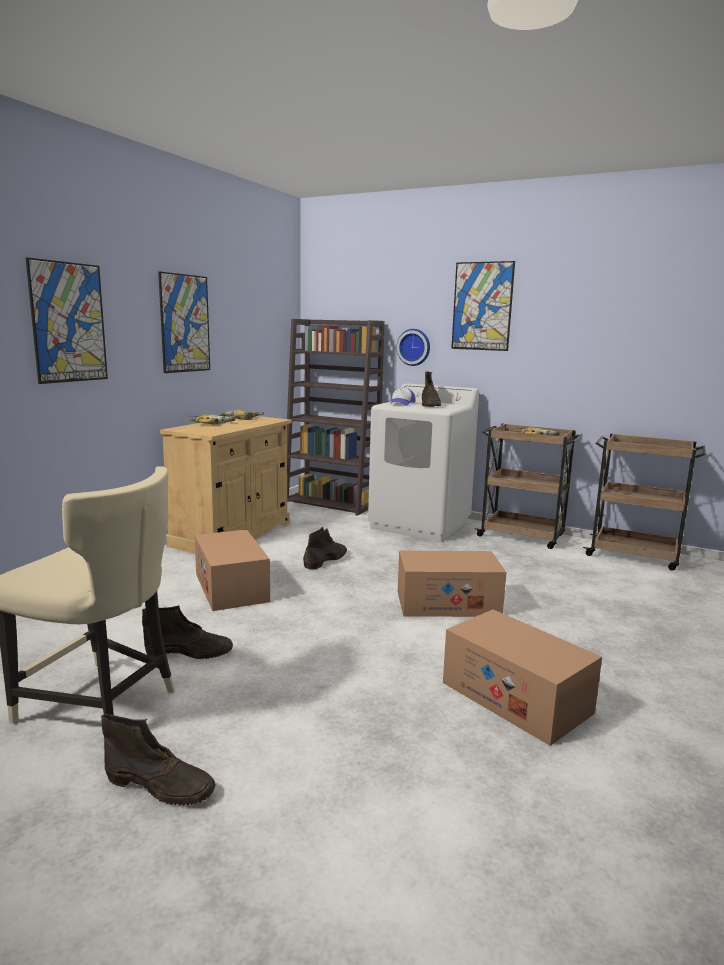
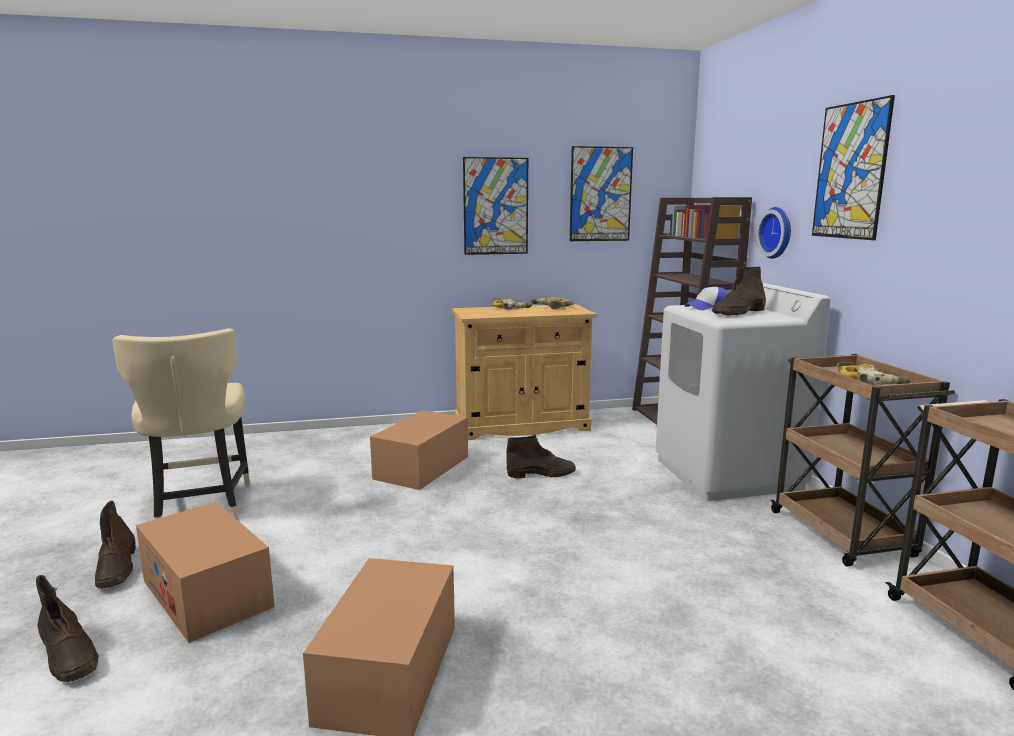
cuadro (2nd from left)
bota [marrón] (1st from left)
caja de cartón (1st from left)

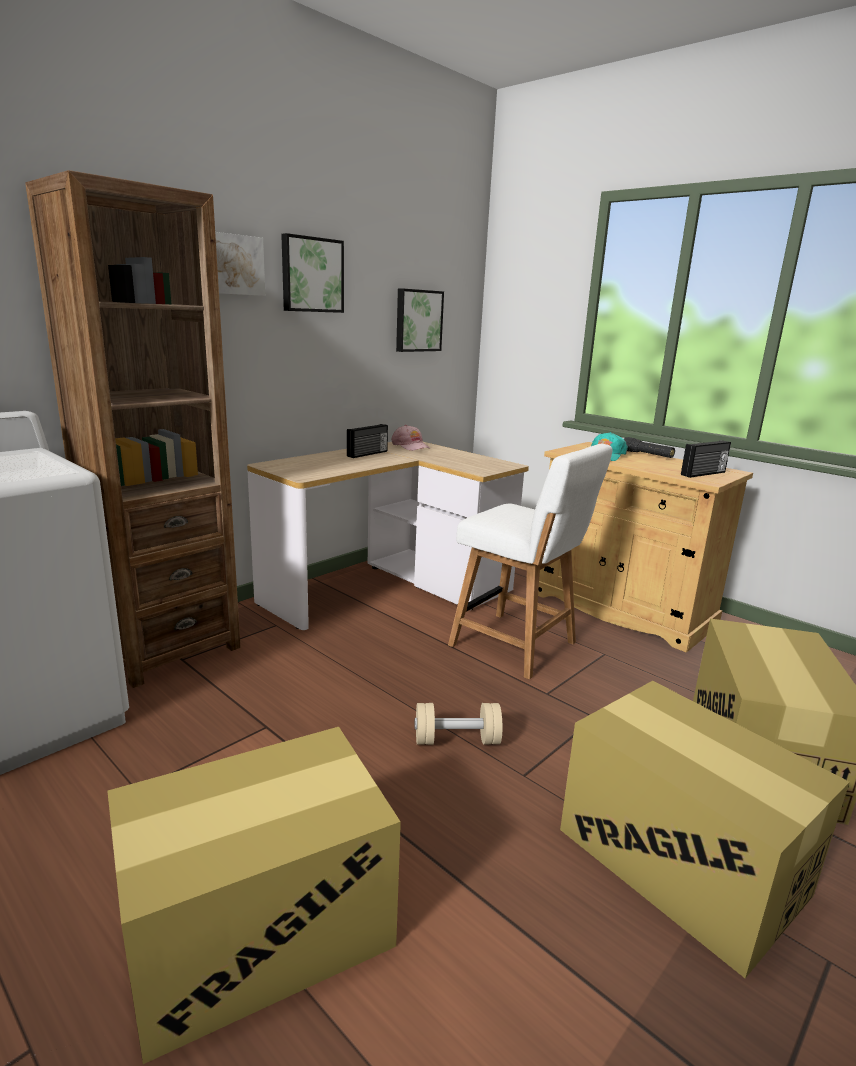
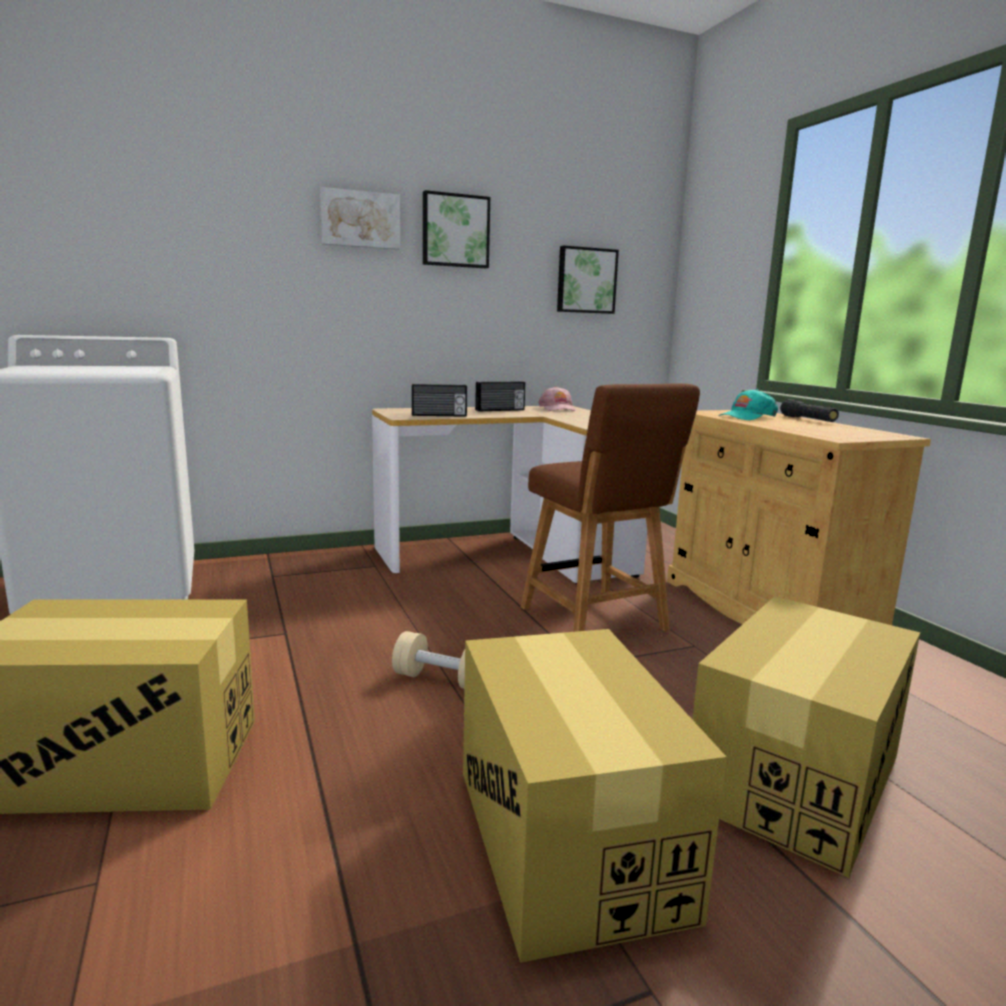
estantería [marrón]
radio (1st from left)
silla [marrón]

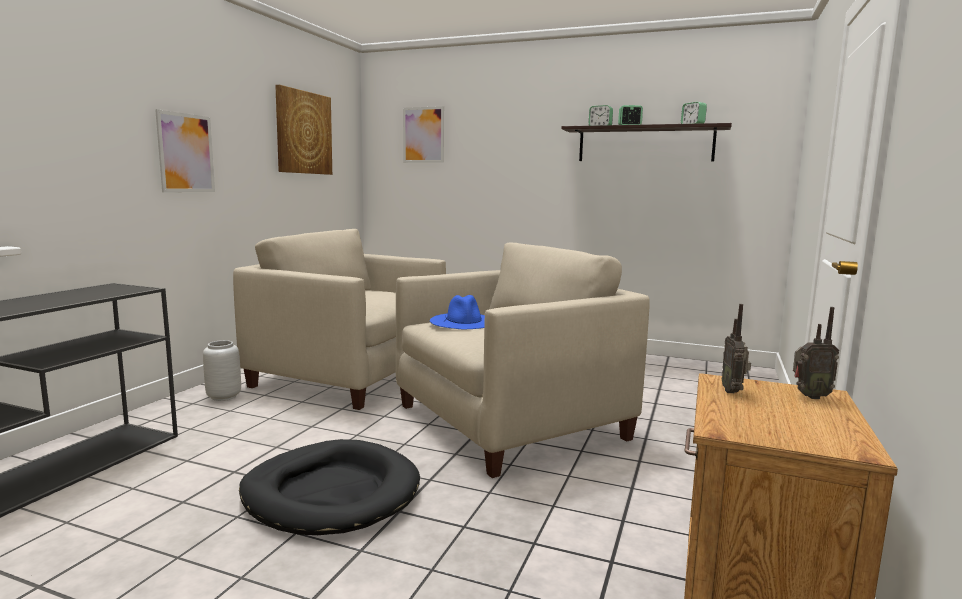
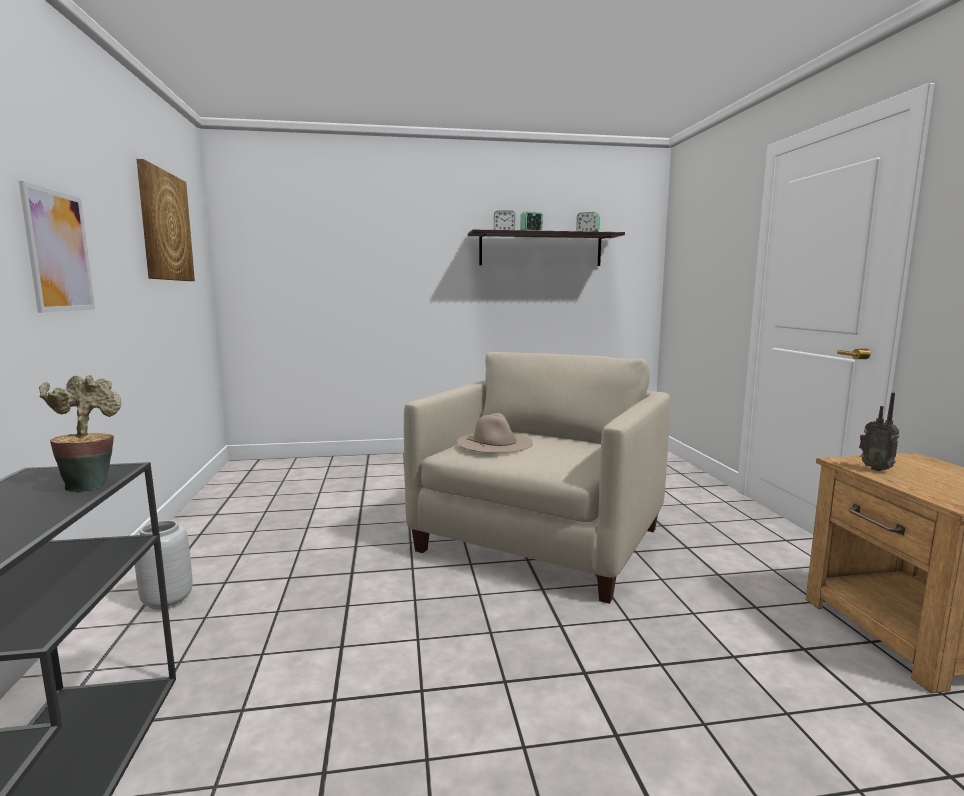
sillón [beis] (1st from left in the first image)
cama para perro [negro]
cuadro (3rd from left in the first image)
radio (2nd from left in the first image)
planta en maceta
sombrero [beis]

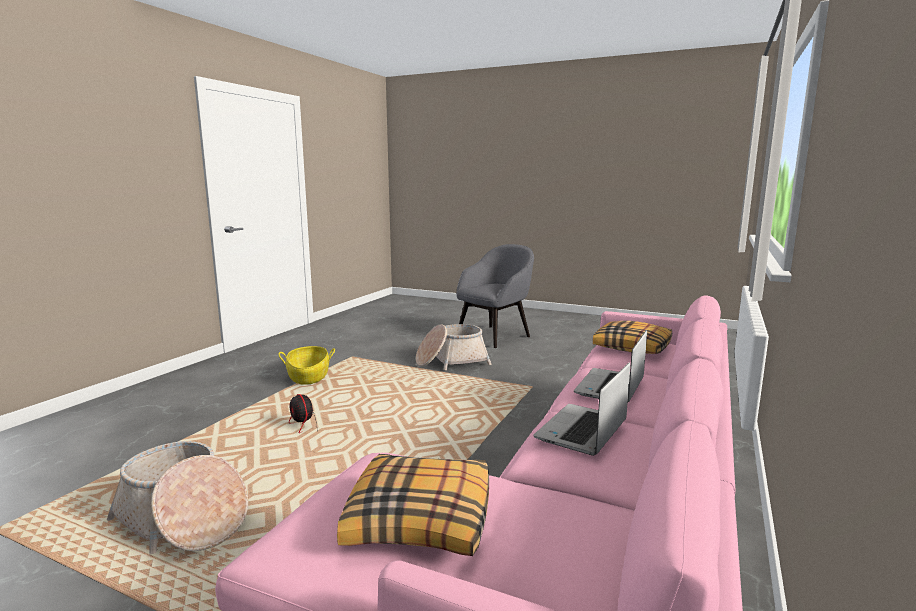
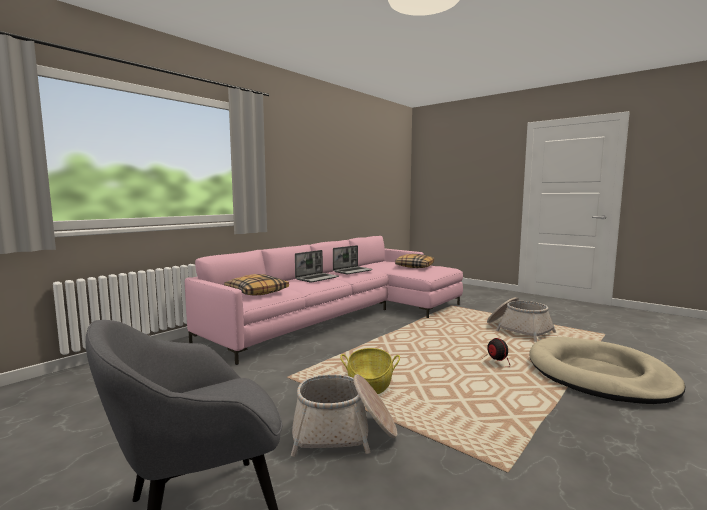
cama para perro [beis]
cesta (2nd from left)

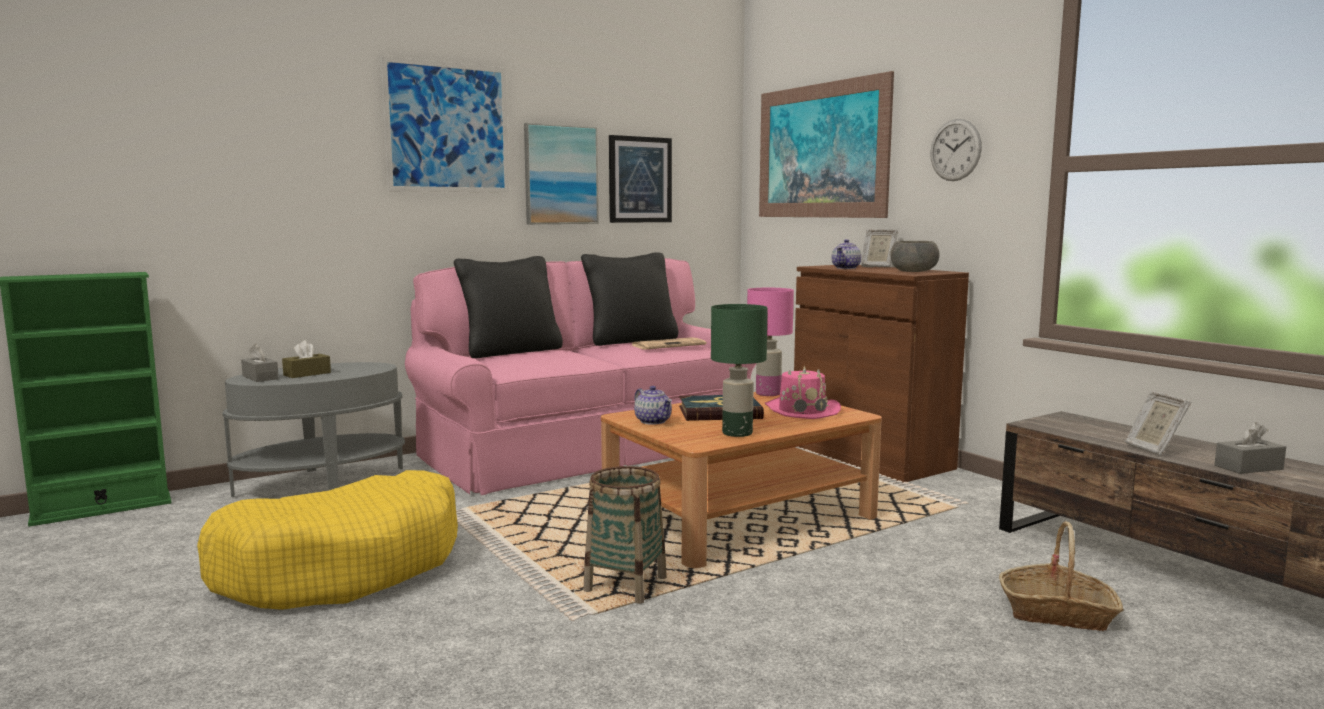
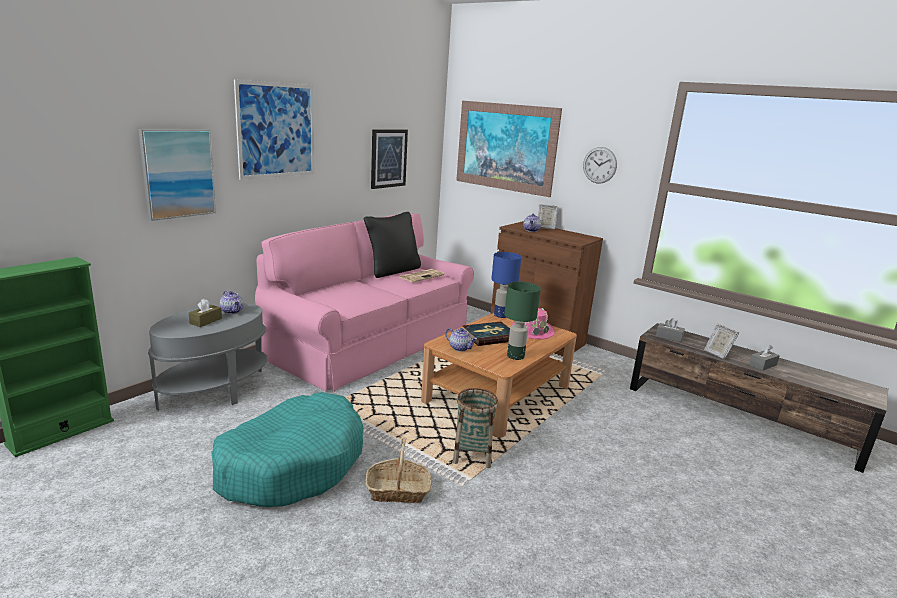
cojín [negro] (1st from left in the first image)
cuenco [gris]
tetera (1st from left)
caja de pañuelos [gris] (1st from left)
cuadro (1st from left)
cesta (1st from left)
cama para perro [turquesa]
lámpara de mesa [azul]

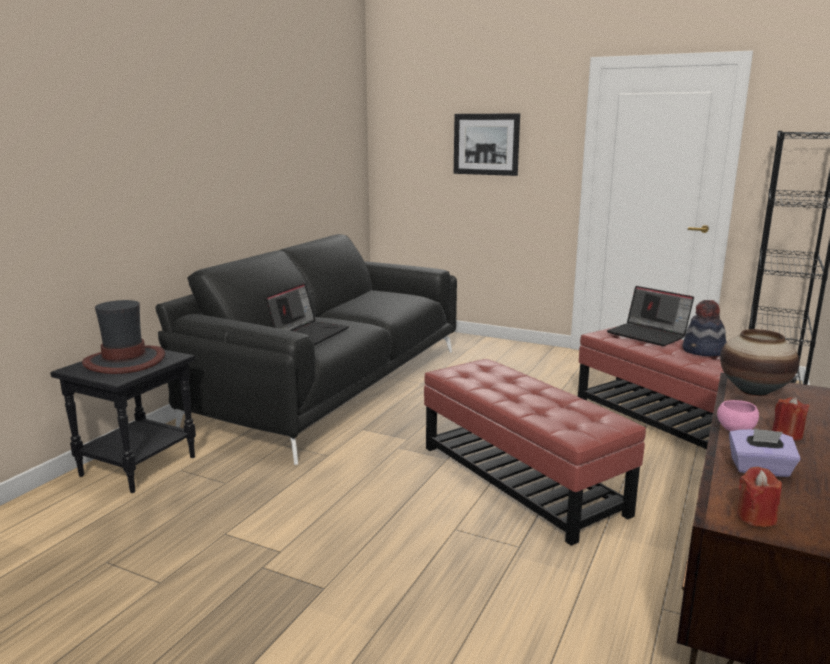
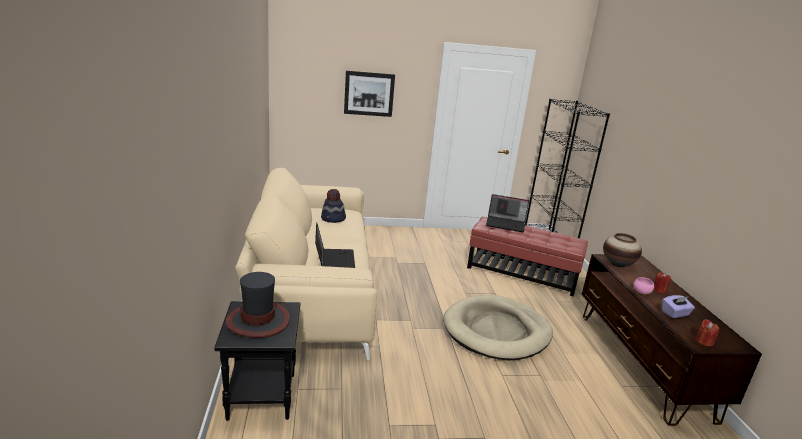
sombrero (2nd from left)
cama para perro [beis]
sofá [beis]

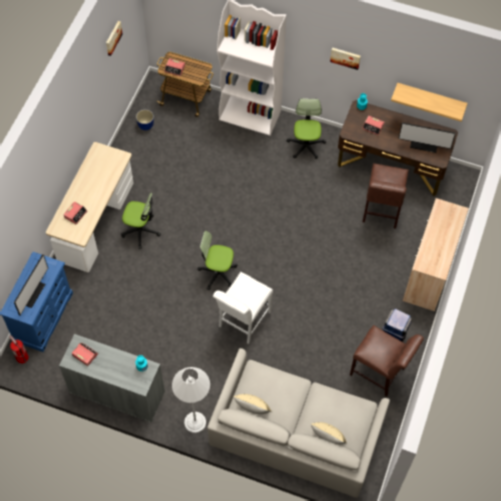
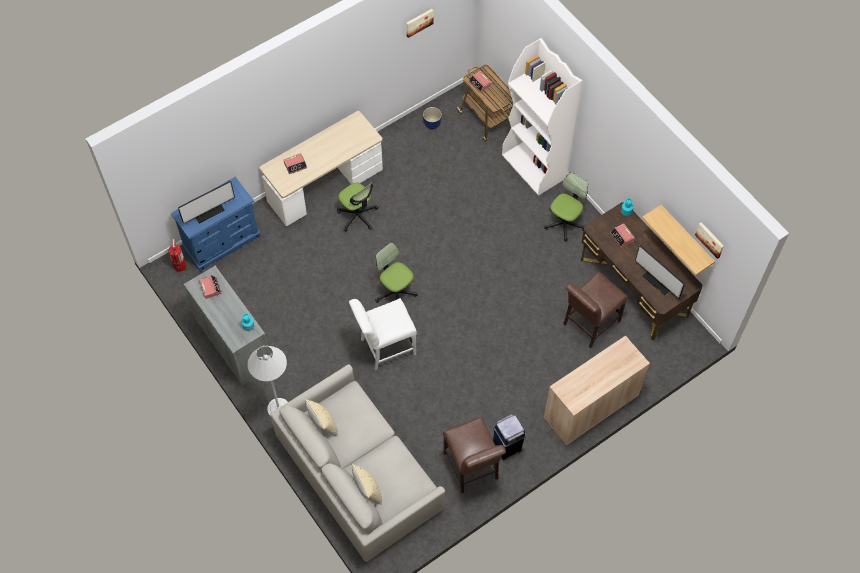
cuadro (2nd from left)

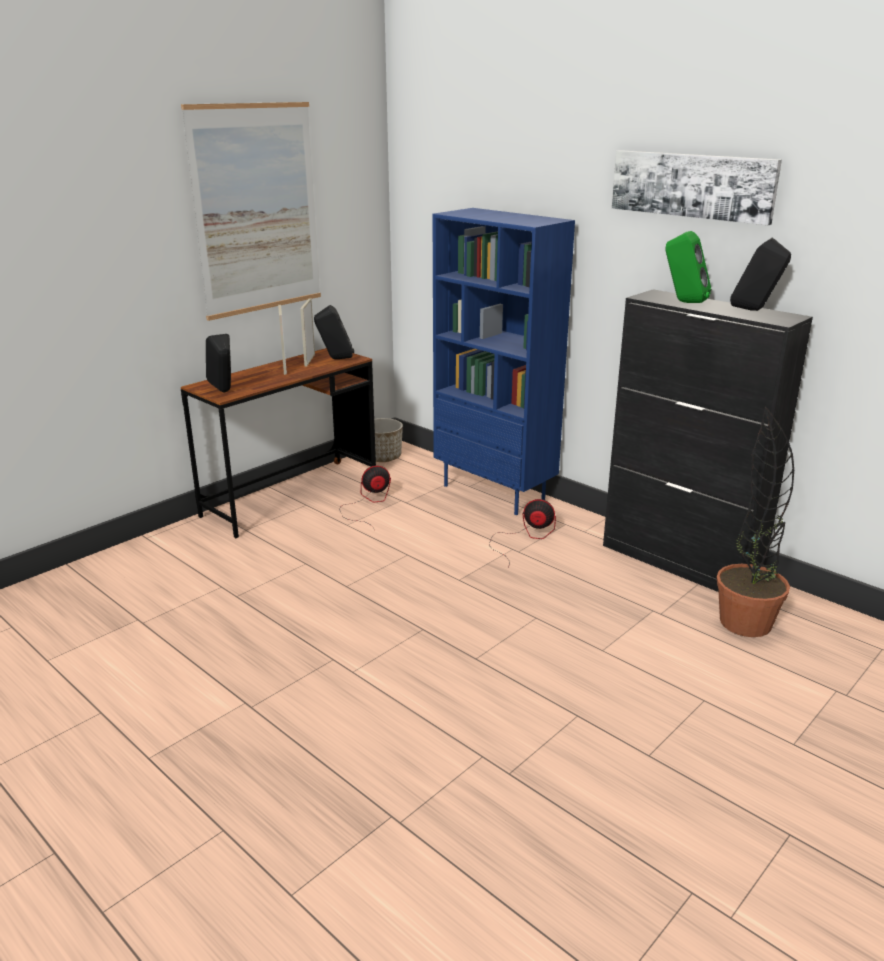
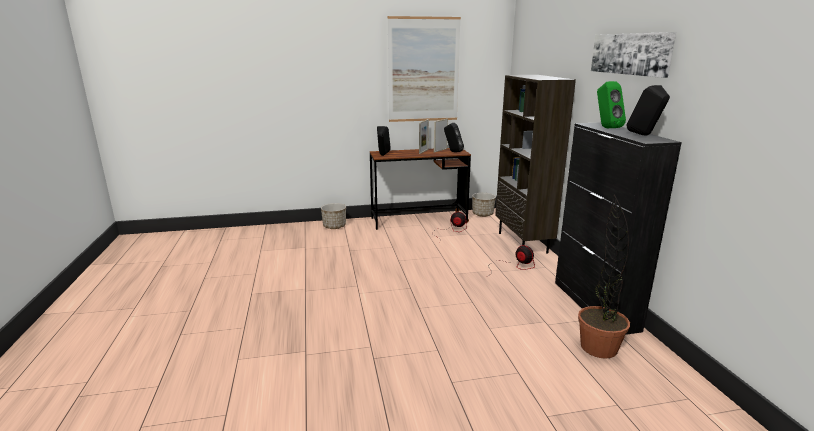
maceta (1st from left)
estantería [marrón]

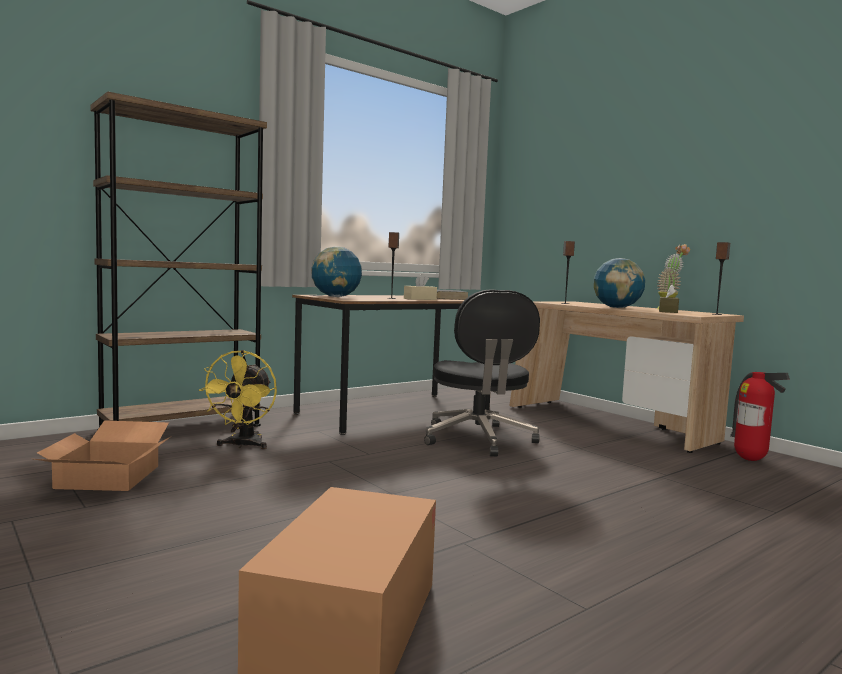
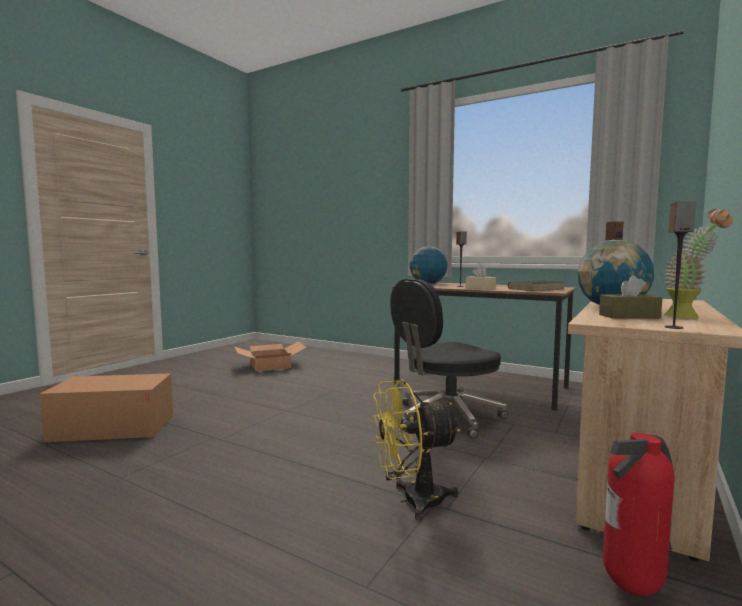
estantería [marrón]
ventilador [amarillo]

